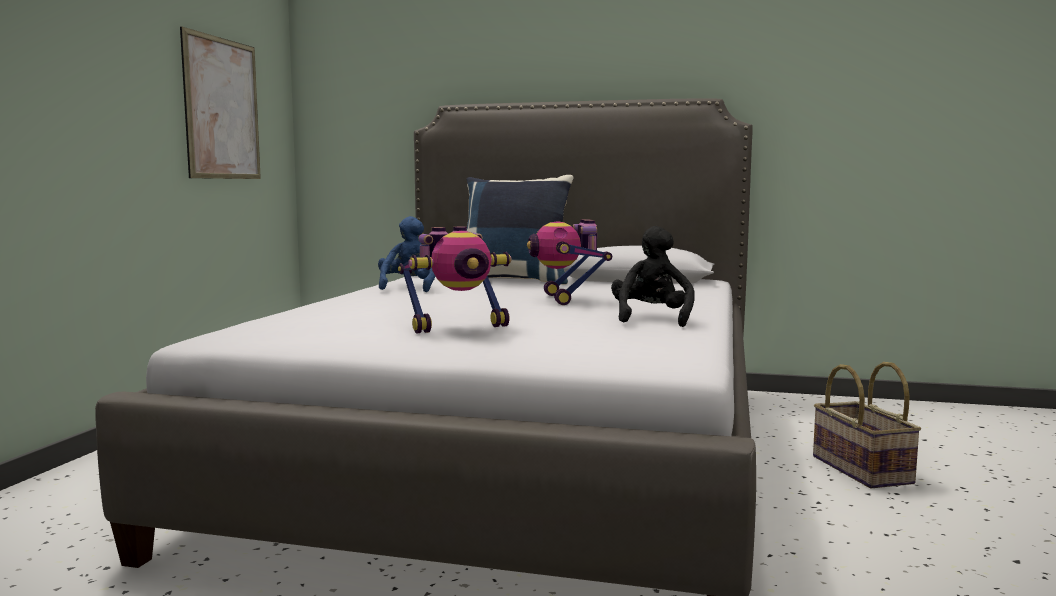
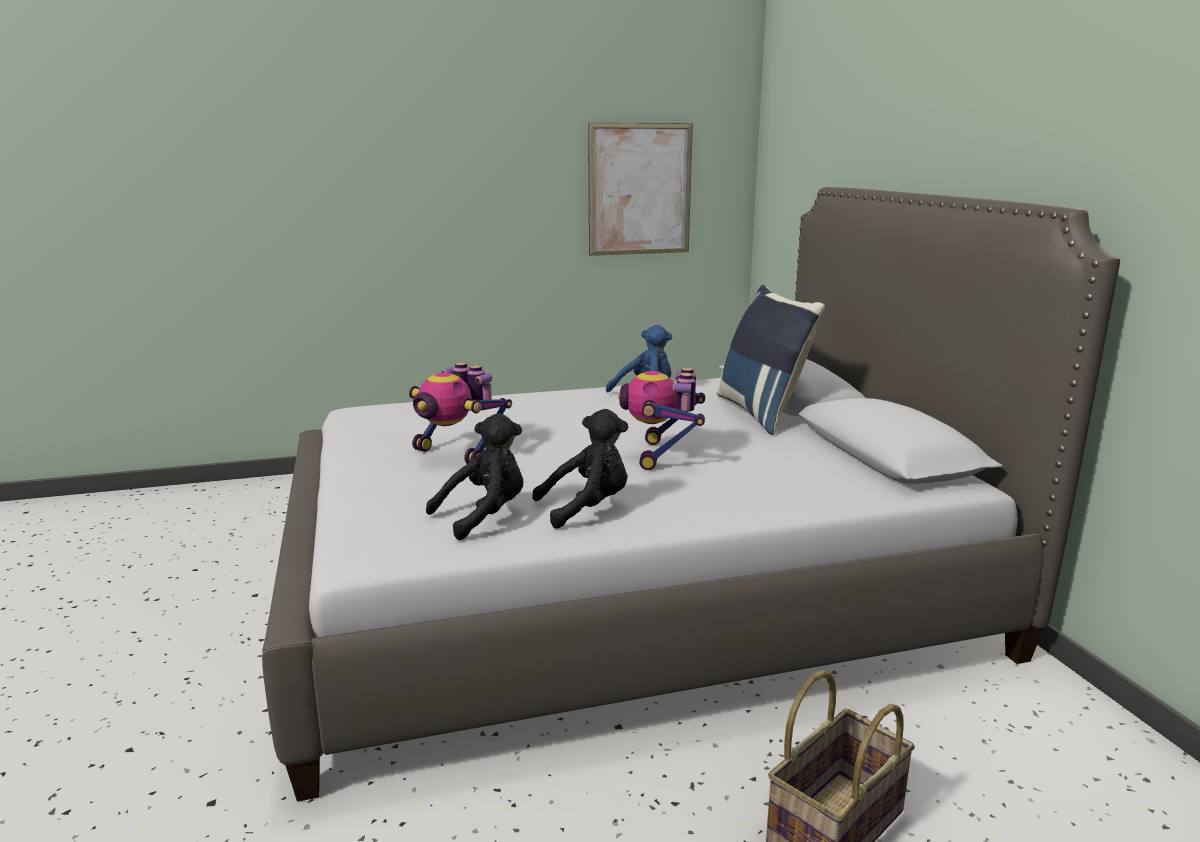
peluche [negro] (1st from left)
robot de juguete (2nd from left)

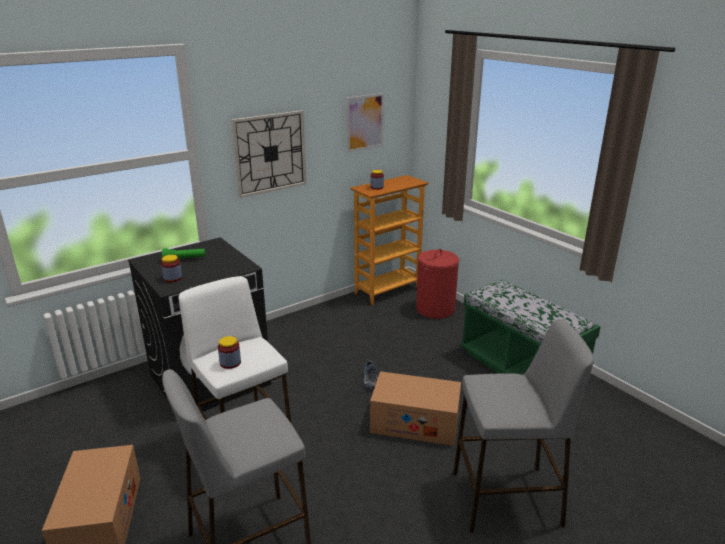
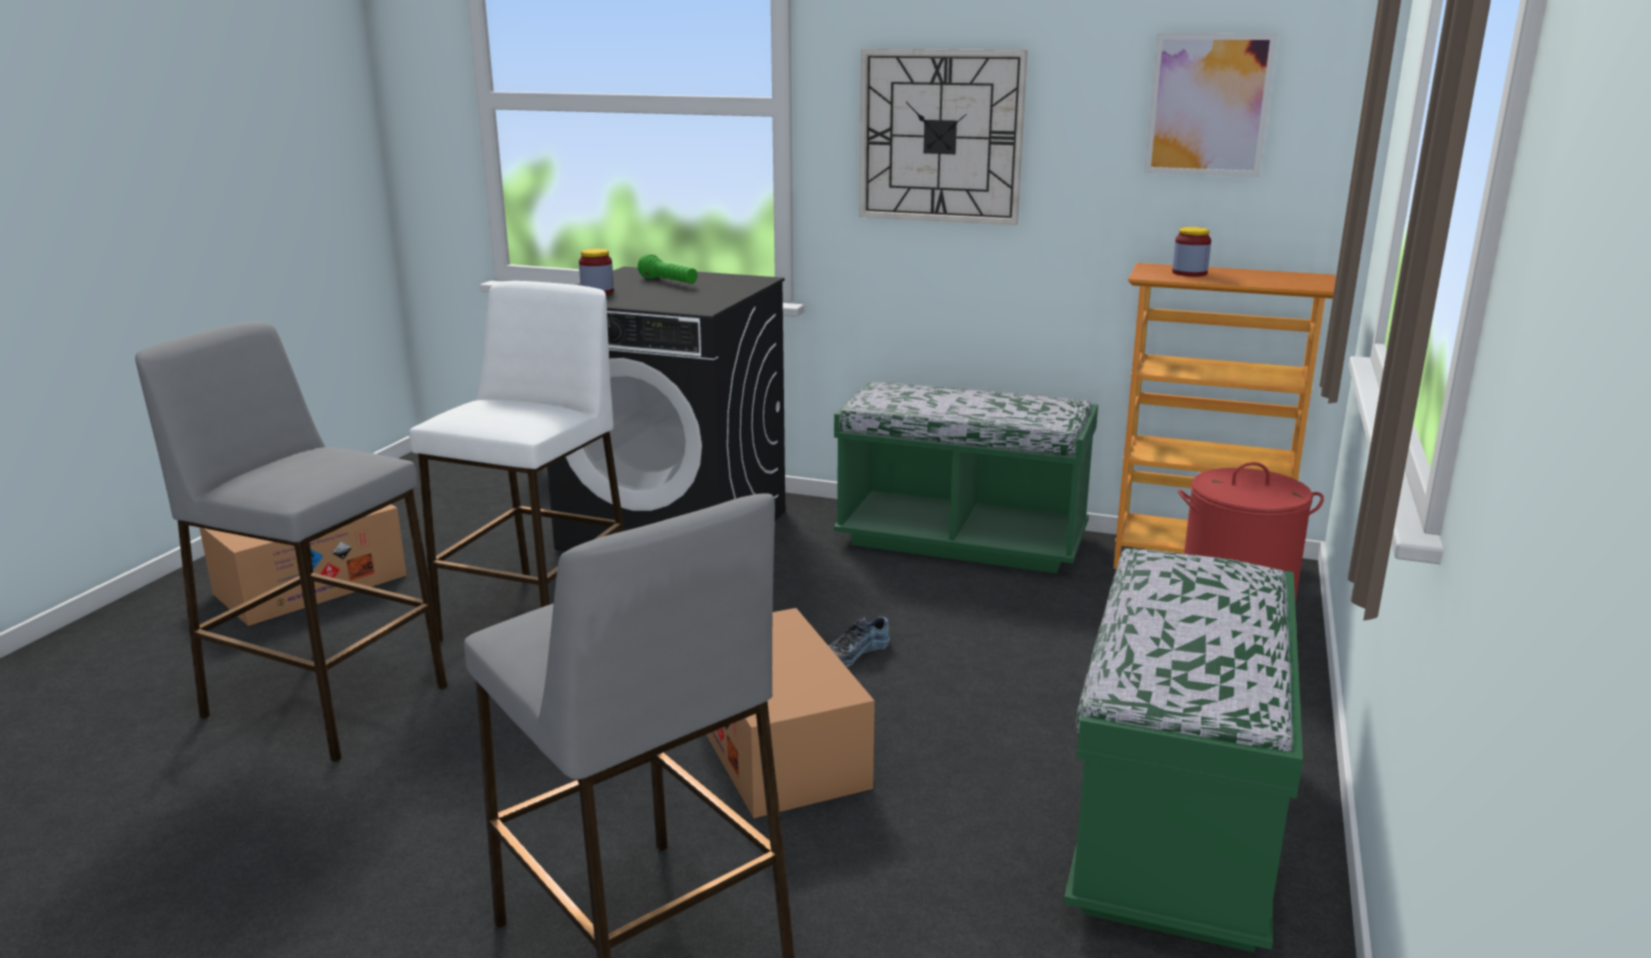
tarro (2nd from left in the first image)
banco [verde] (1st from left)

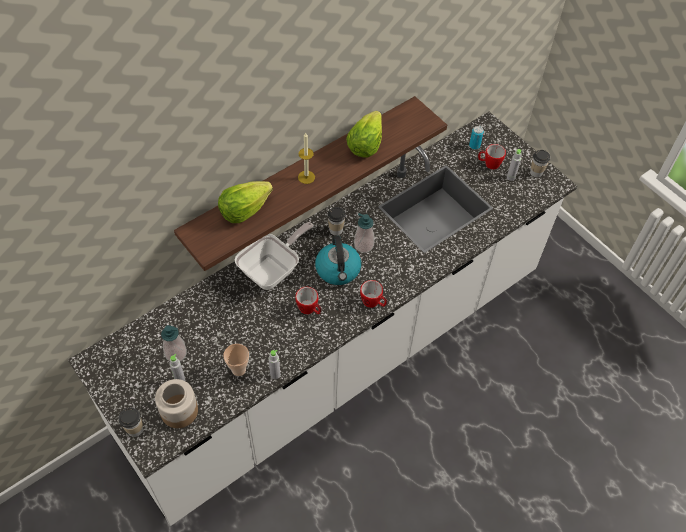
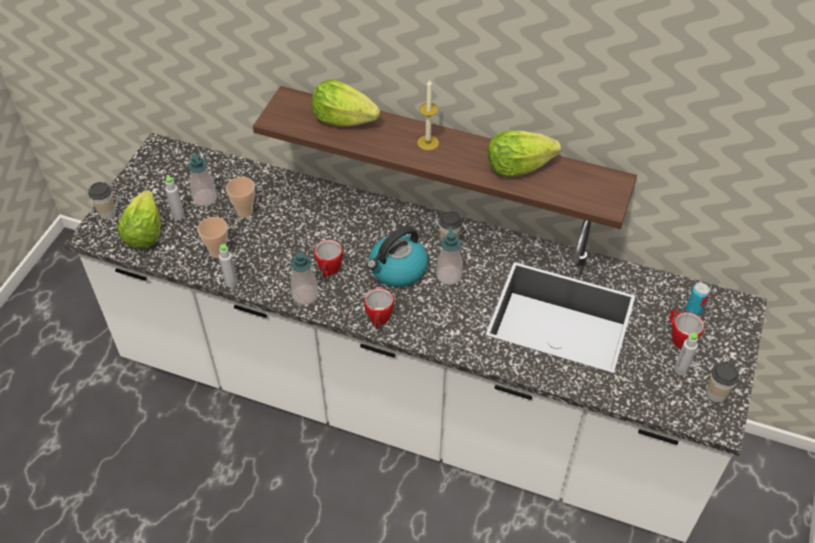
sartén
taza (3rd from left)
dispensador de jabón (2nd from left)
lechuga (1st from left)

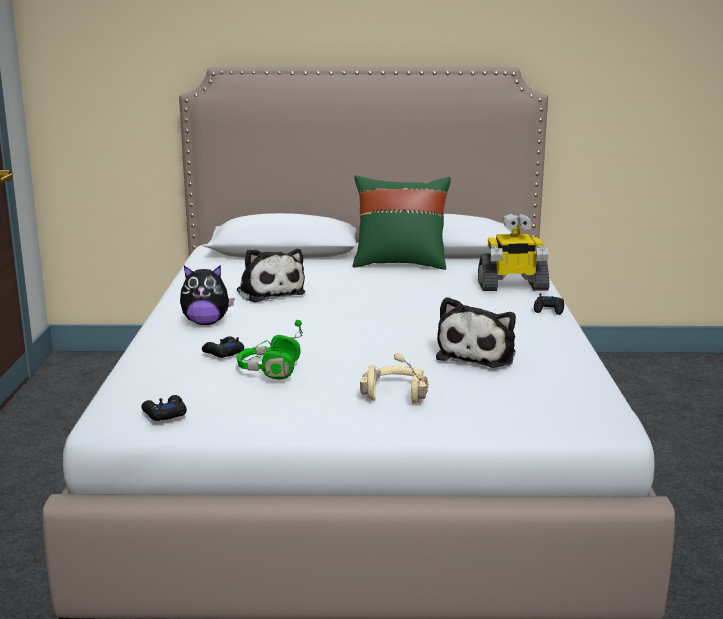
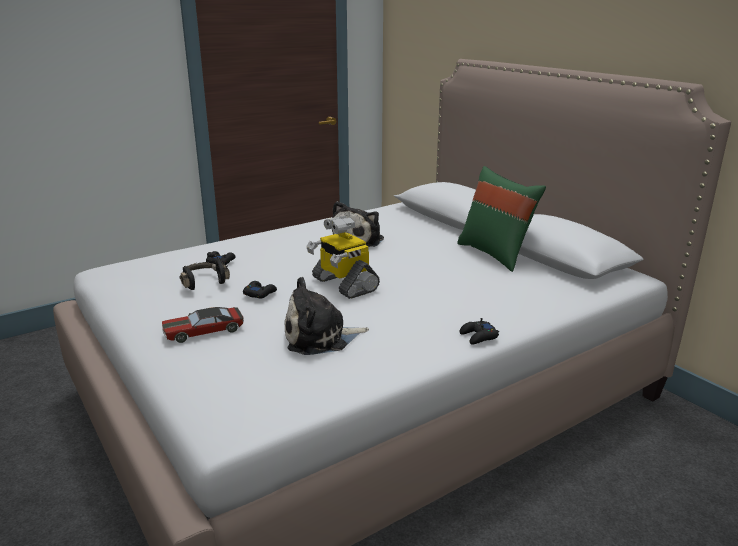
peluche (1st from left in the first image)
mando de consola [negro] (2nd from left)
robot de juguete
coche de juguete
auriculares [negro]

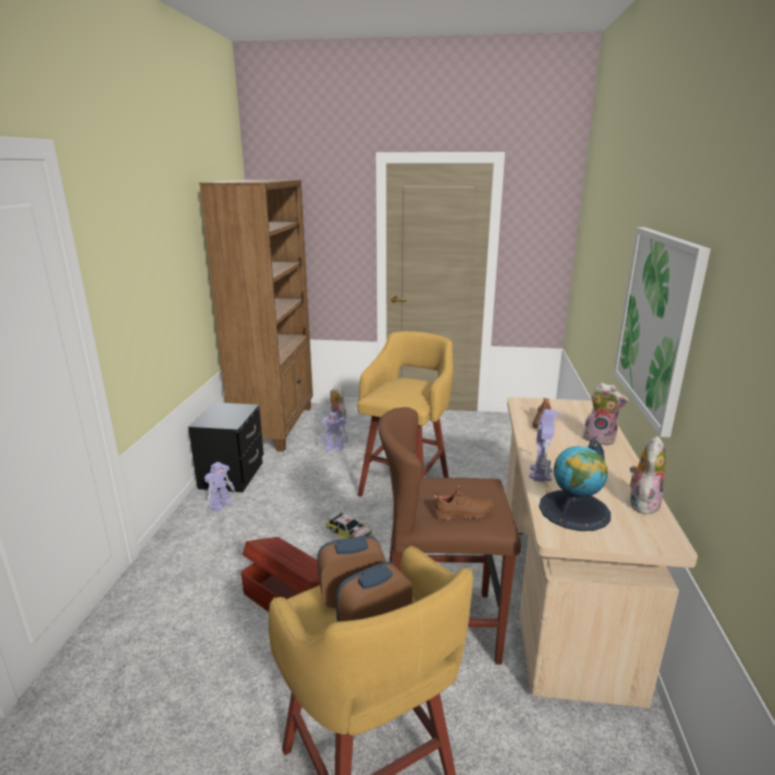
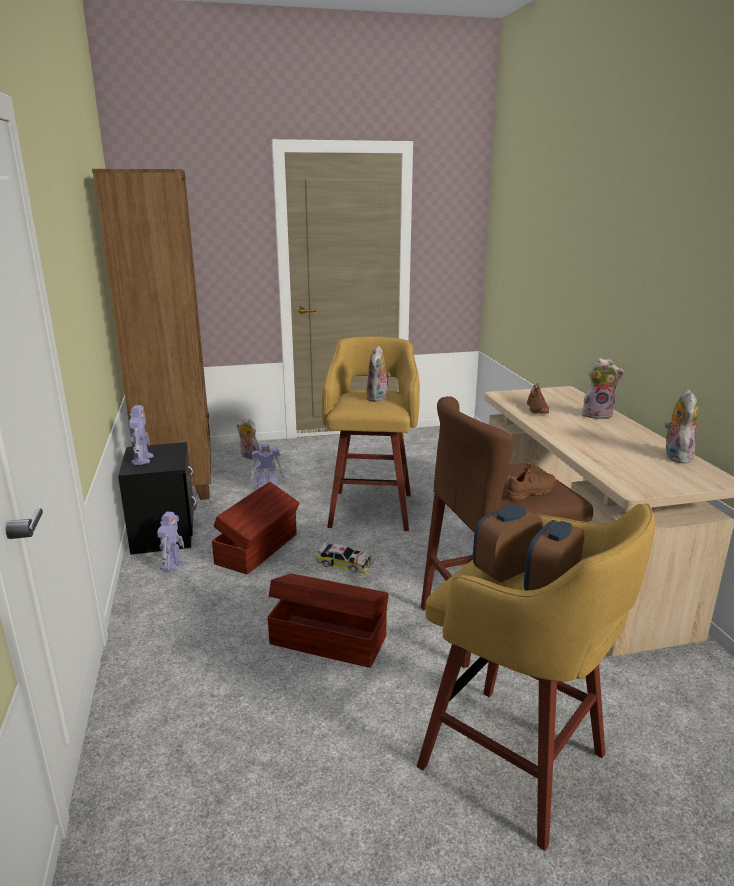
globo terráqueo
cuadro
caja de almacenaje [marrón] (1st from left)
peluche (2nd from left)
robot de juguete (1st from left)

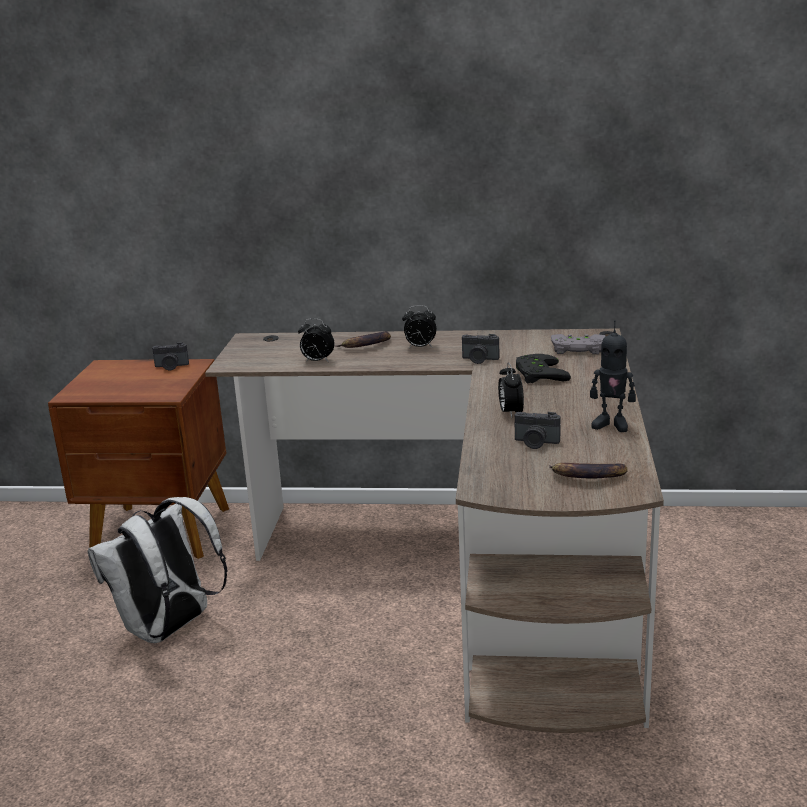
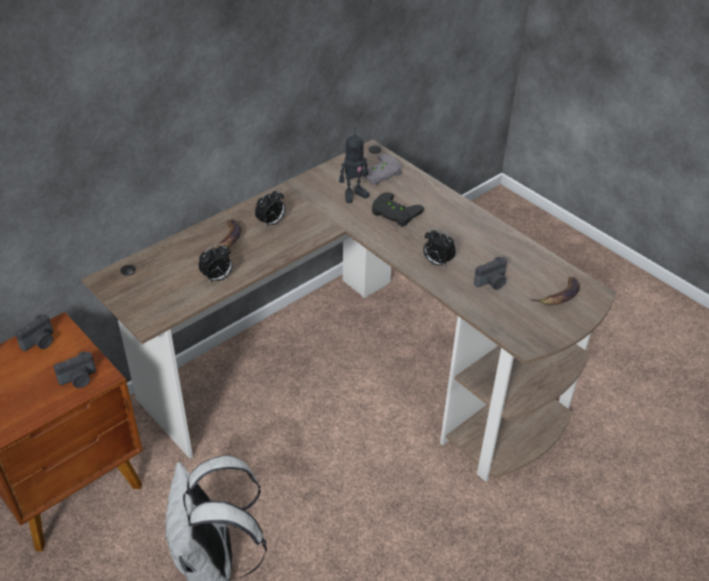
cámara (2nd from left)
robot de juguete

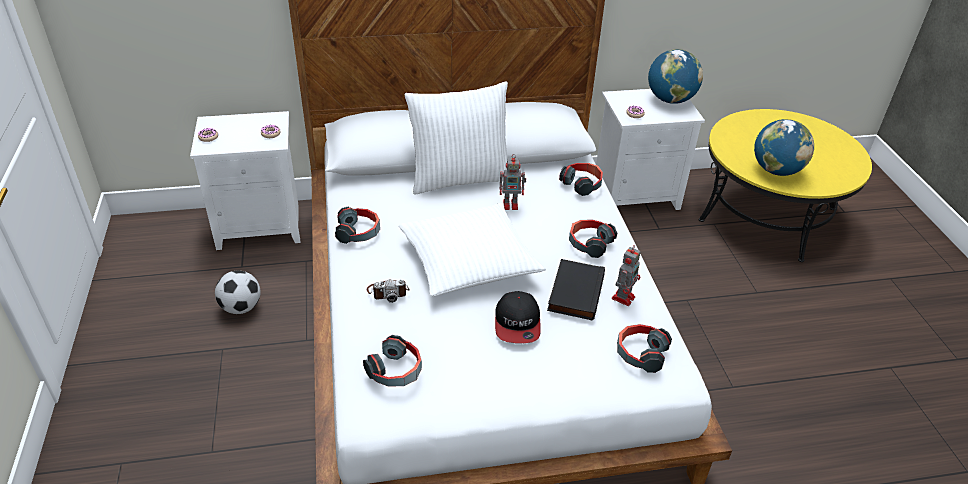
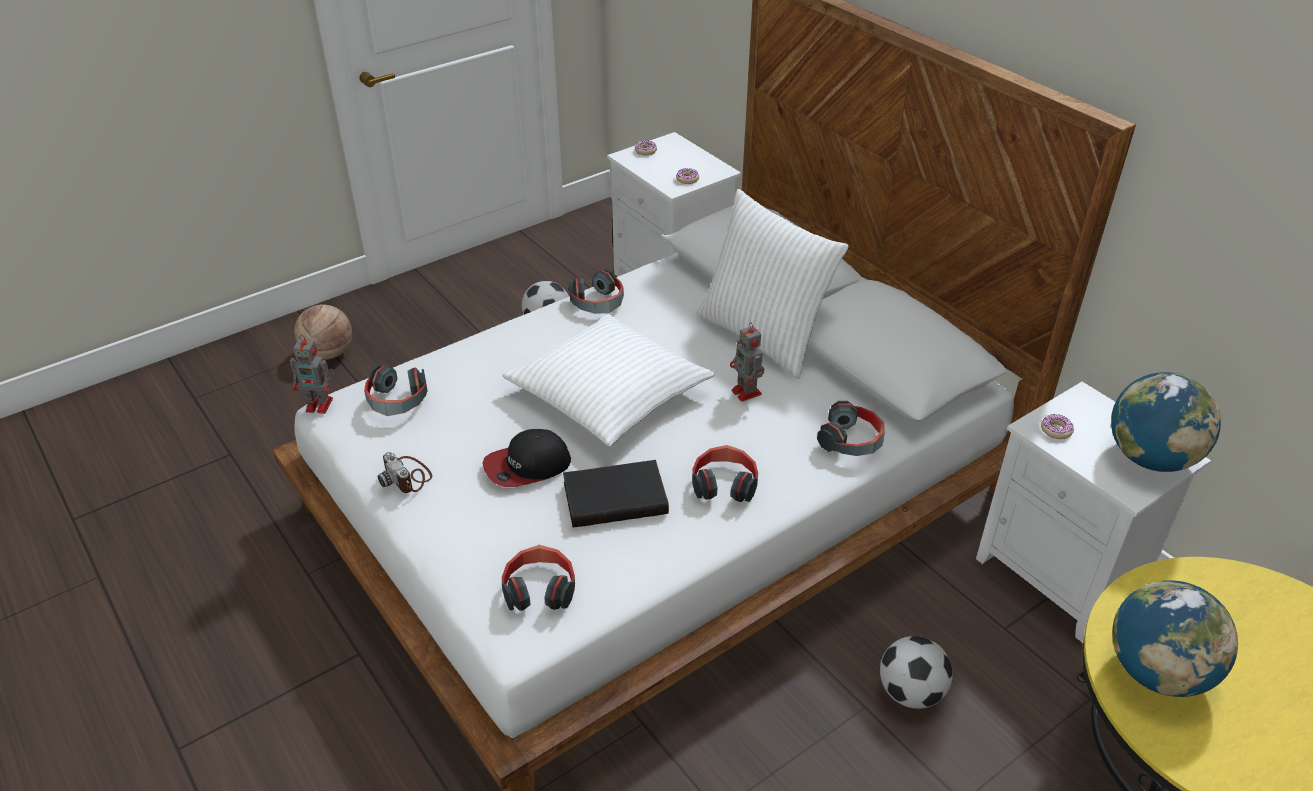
balón de baloncesto
balón de fútbol (2nd from left)
cámara
robot de juguete (1st from left)

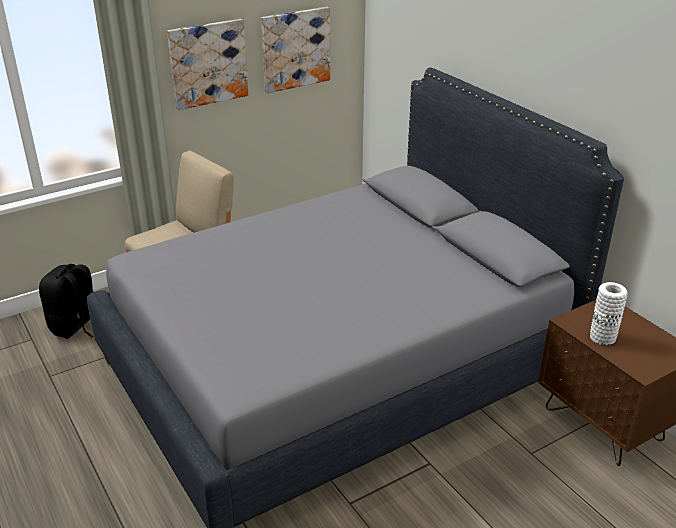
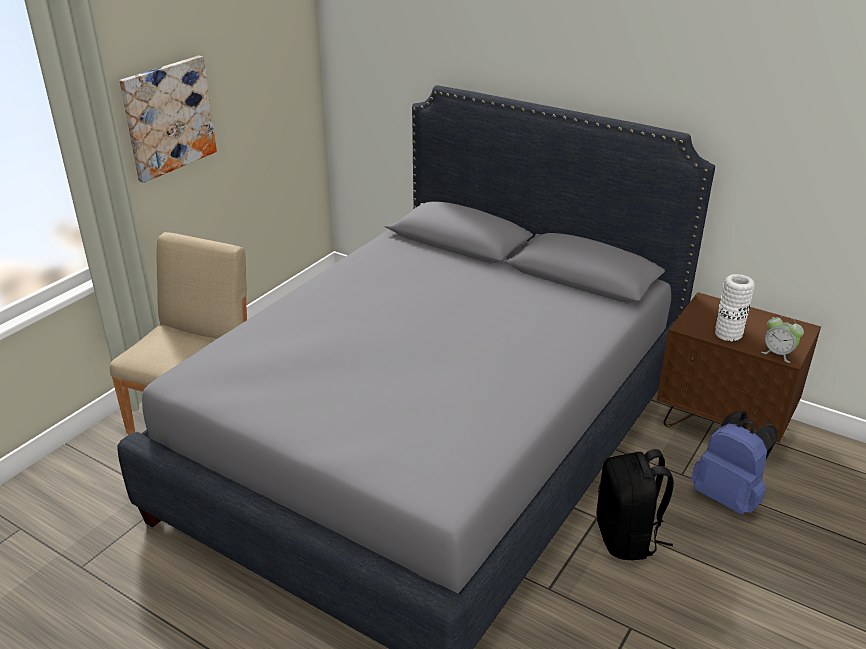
cuadro (2nd from left in the first image)
mochila [azul]
despertador
mochila [negro]

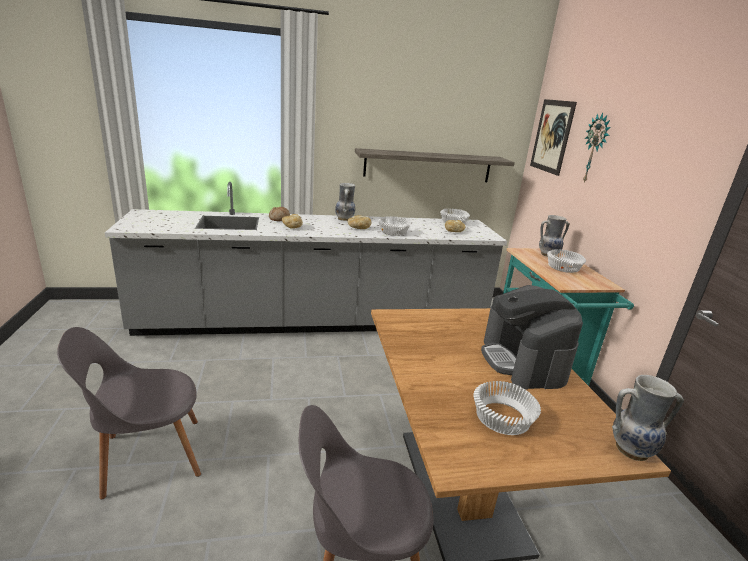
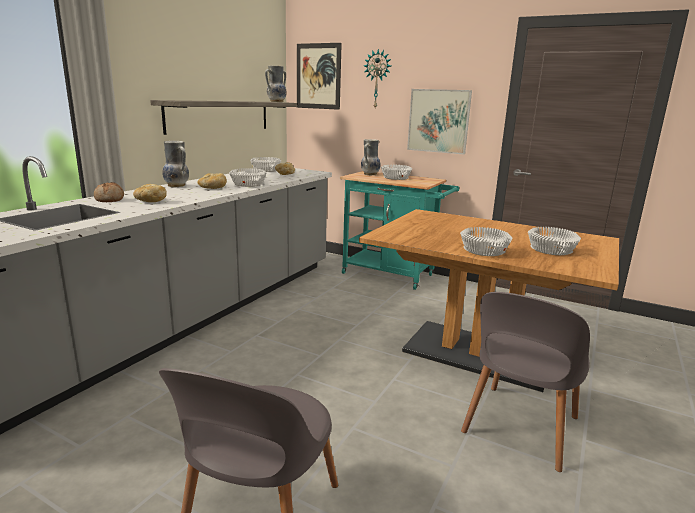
cafetera
cuadro (2nd from left)
cuenco [blanco] (4th from left)
florero (2nd from left)

